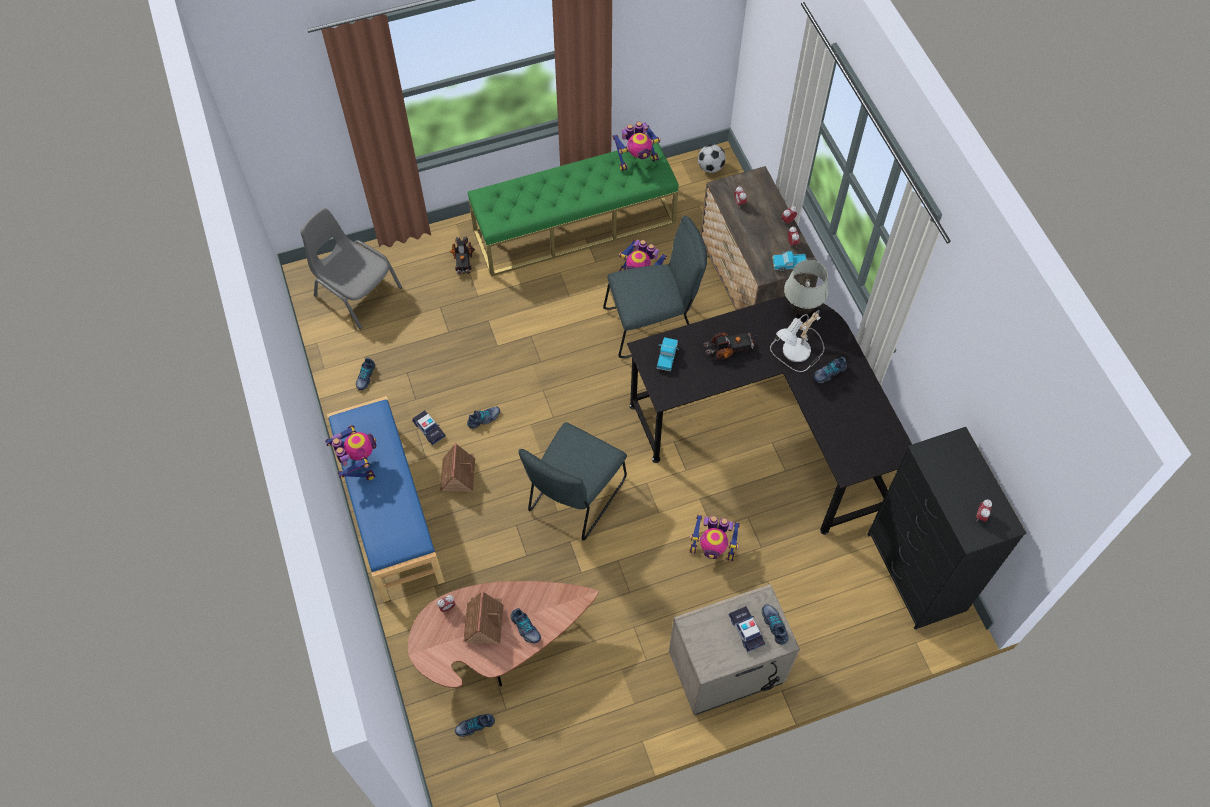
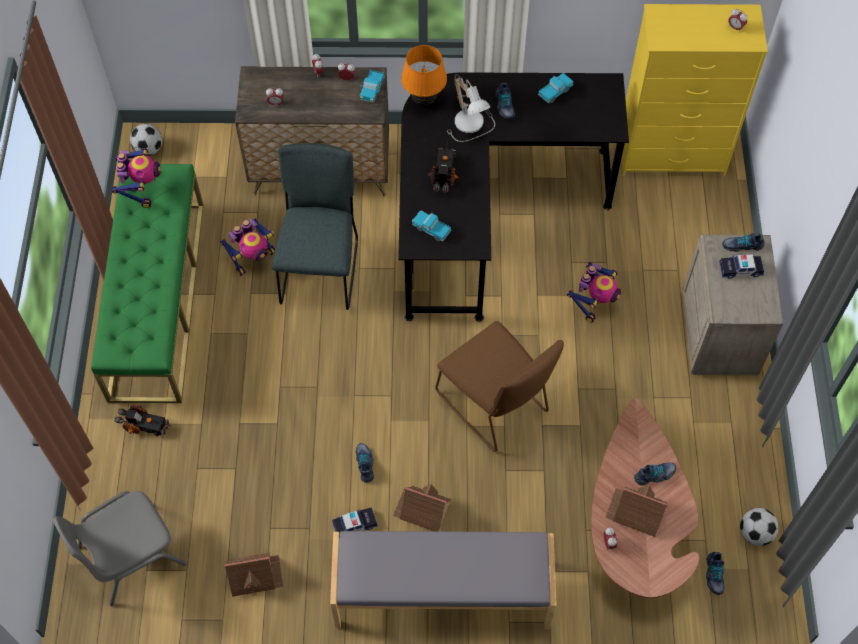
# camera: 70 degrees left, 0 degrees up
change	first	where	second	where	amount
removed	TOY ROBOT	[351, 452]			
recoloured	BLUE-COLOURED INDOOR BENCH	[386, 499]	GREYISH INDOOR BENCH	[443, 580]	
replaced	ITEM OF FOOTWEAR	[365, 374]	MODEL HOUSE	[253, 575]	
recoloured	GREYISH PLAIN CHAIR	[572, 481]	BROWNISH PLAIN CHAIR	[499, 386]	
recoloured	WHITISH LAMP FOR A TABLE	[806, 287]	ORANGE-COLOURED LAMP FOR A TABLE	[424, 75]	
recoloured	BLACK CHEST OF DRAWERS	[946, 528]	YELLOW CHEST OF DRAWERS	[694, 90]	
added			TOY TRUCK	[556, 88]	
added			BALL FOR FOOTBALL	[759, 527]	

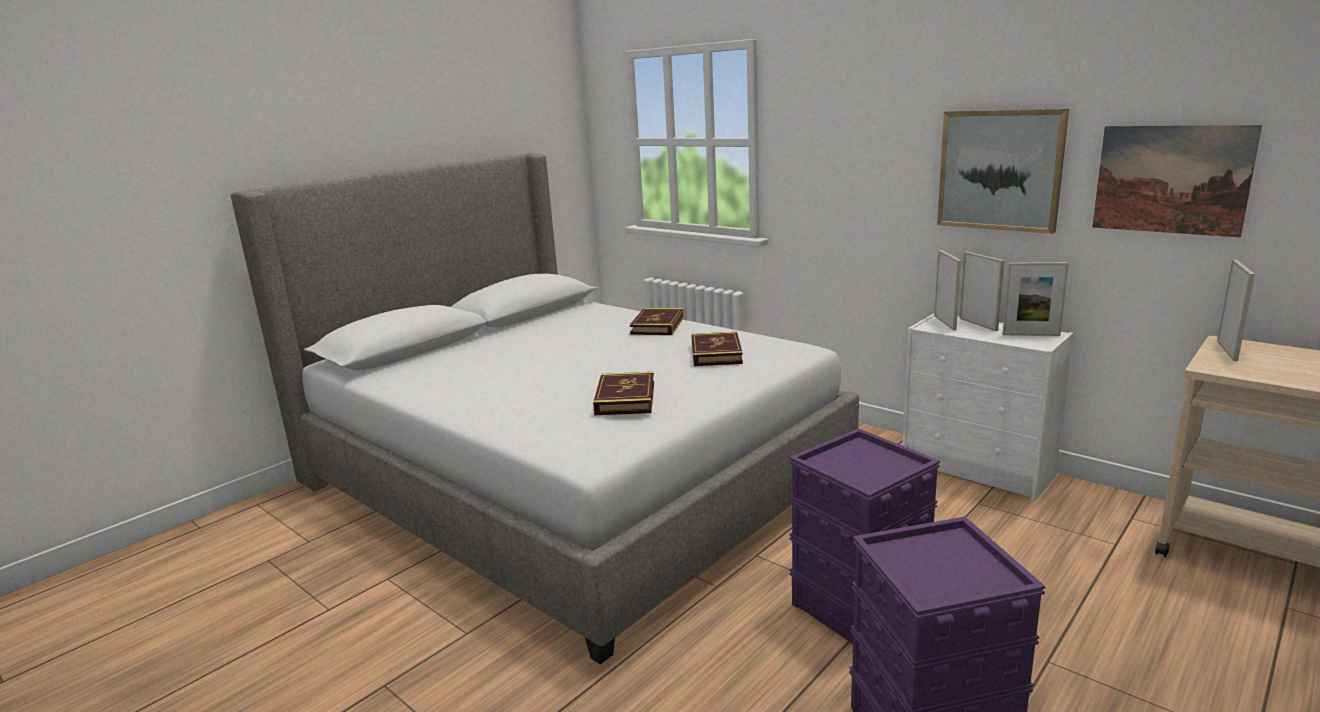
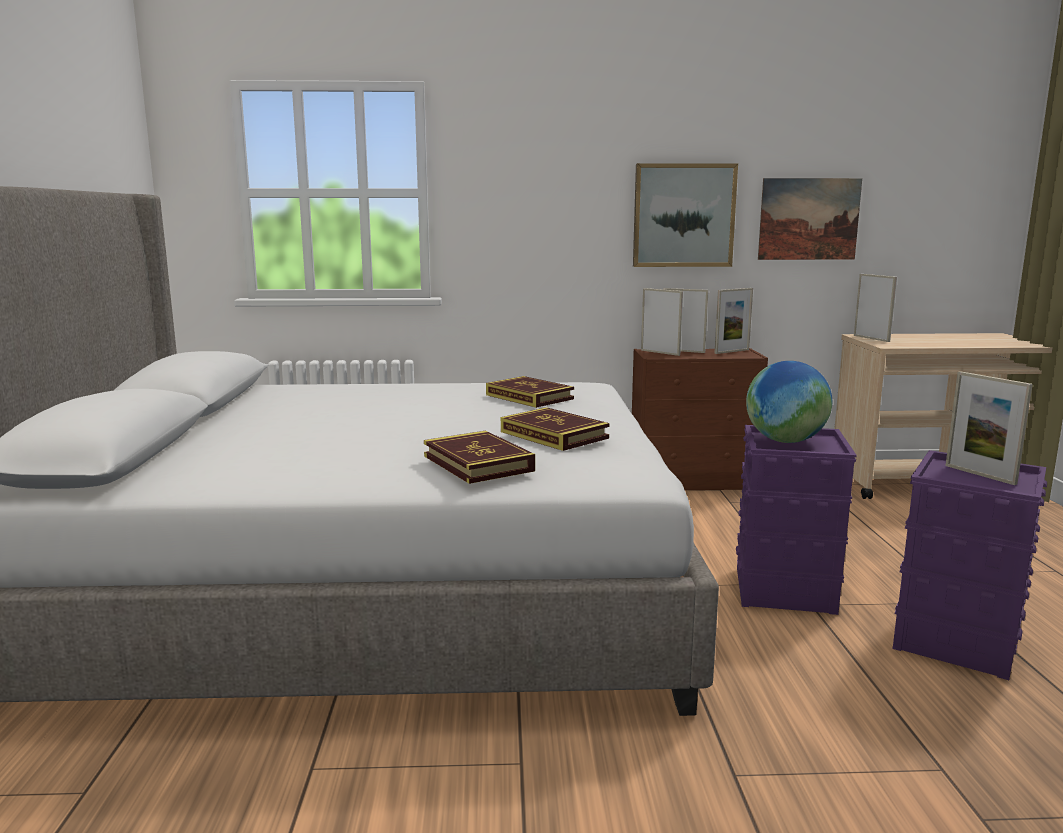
# camera: 45 degrees left, 5 degrees down
change	first	where	second	where	amount
moved	VOLUME	[657, 321]		[479, 457]	
recoloured	WHITISH CHEST OF DRAWERS	[987, 407]	BROWNISH CHEST OF DRAWERS	[700, 419]	
added			DESK GLOBE	[789, 402]	
added			PHOTO FRAME	[989, 428]	

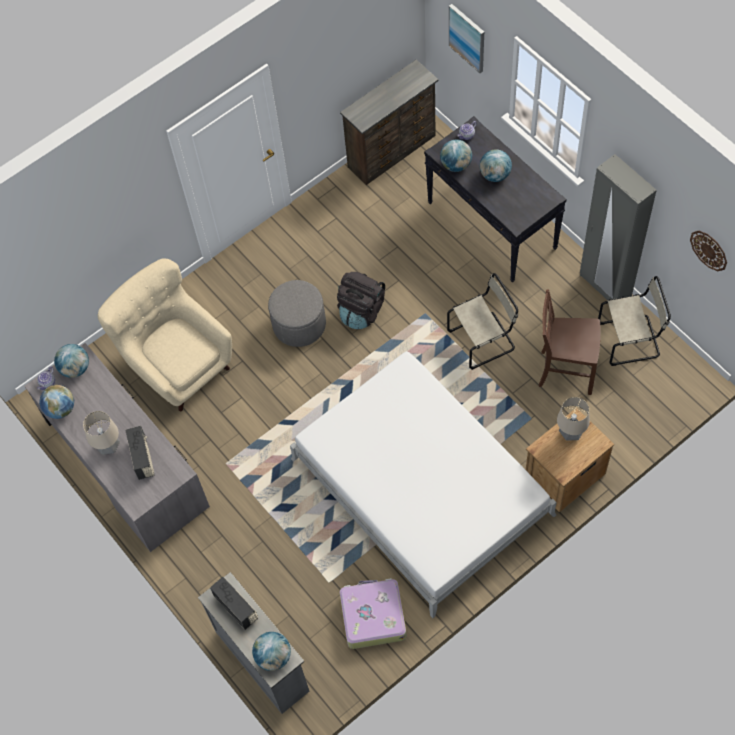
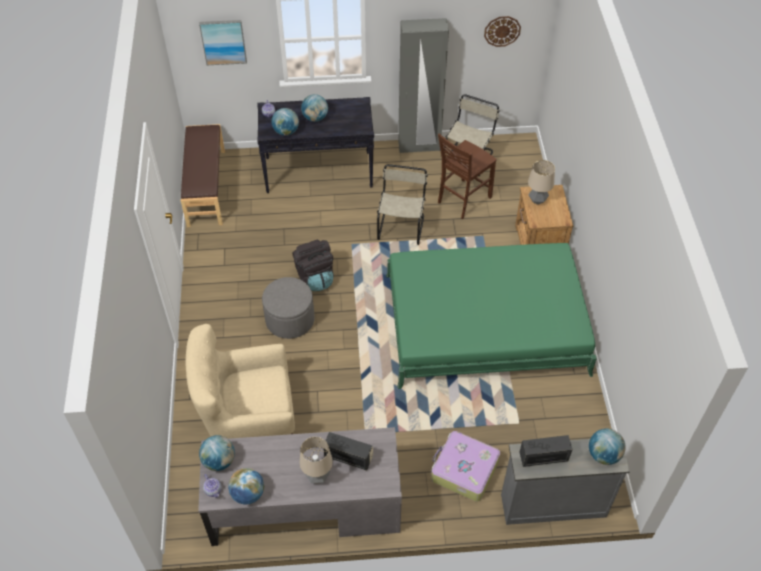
# camera: 60 degrees left, 10 degrees down
change	first	where	second	where	amount
recoloured	WHITISH SLEEPING BED	[423, 484]	GREEN SLEEPING BED	[491, 316]	
replaced	BROWNISH CHEST OF DRAWERS	[389, 122]	BROWNISH INDOOR BENCH	[203, 175]	
moved	TRAVEL CASE	[373, 613]		[465, 466]	

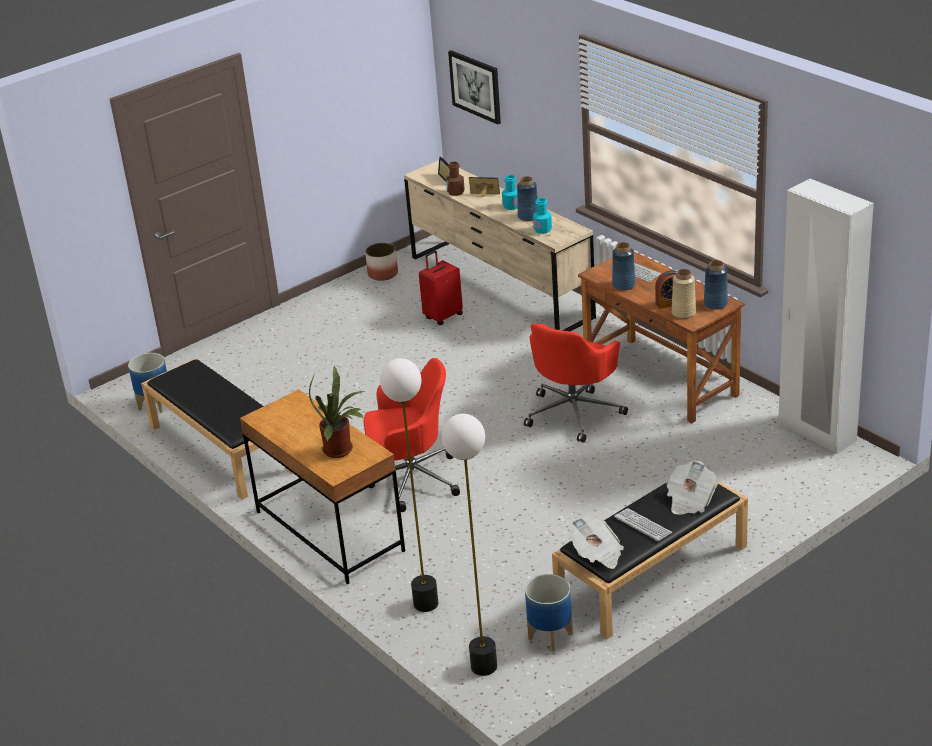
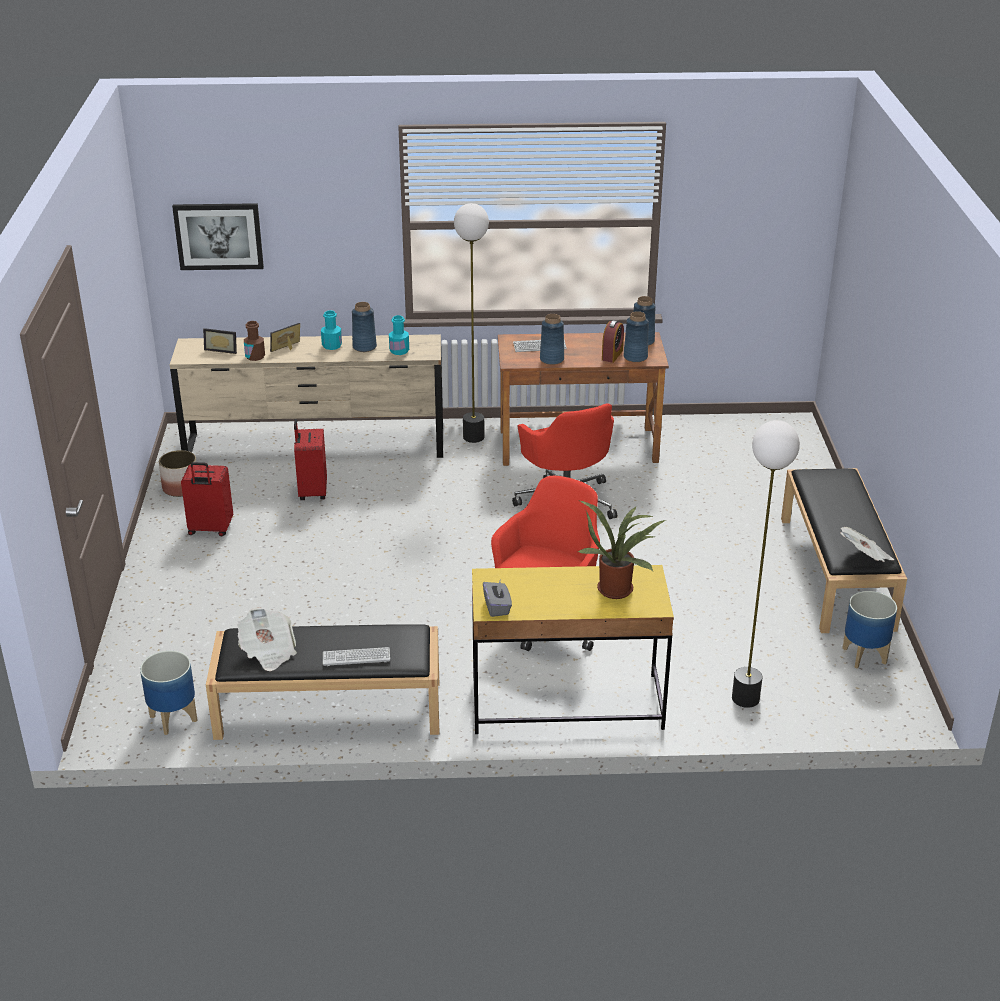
# camera: 55 degrees left, 0 degrees up
change	first	where	second	where	amount
recoloured	BROWNISH DESK TABLE	[322, 486]	YELLOW DESK TABLE	[573, 649]	
moved	FLOOR LAMP	[469, 545]		[471, 323]	
moved	KEYBOARD	[643, 524]		[356, 656]	
moved	NEWSPAPER	[692, 488]		[267, 639]	
recoloured	SAND-COLOURED VASE	[684, 294]	BLUE-COLOURED VASE	[636, 336]	
removed	WHITISH CLOTHES CUPBOARD	[826, 316]			
added			REDDISH TRAVEL CASE	[207, 499]	
added			GREYISH TISSUE BOX	[497, 599]	

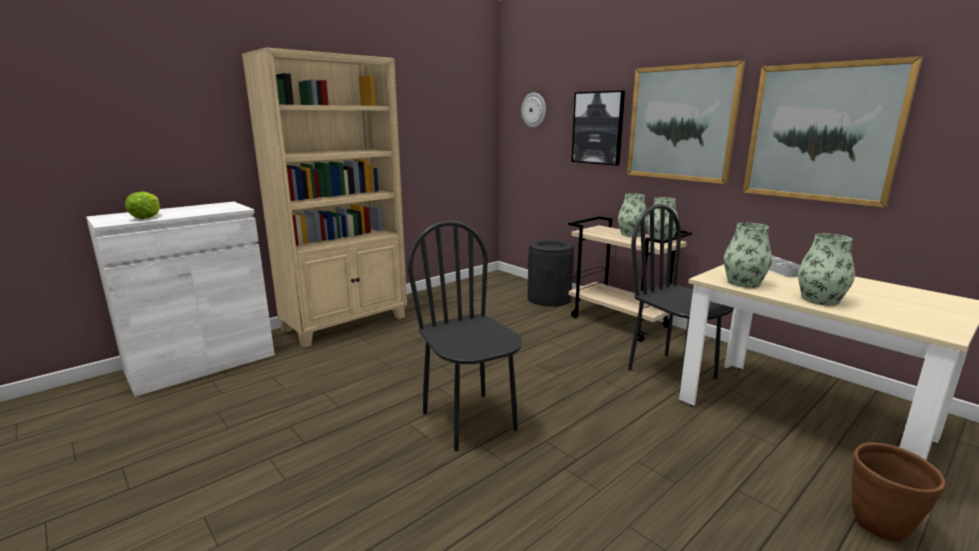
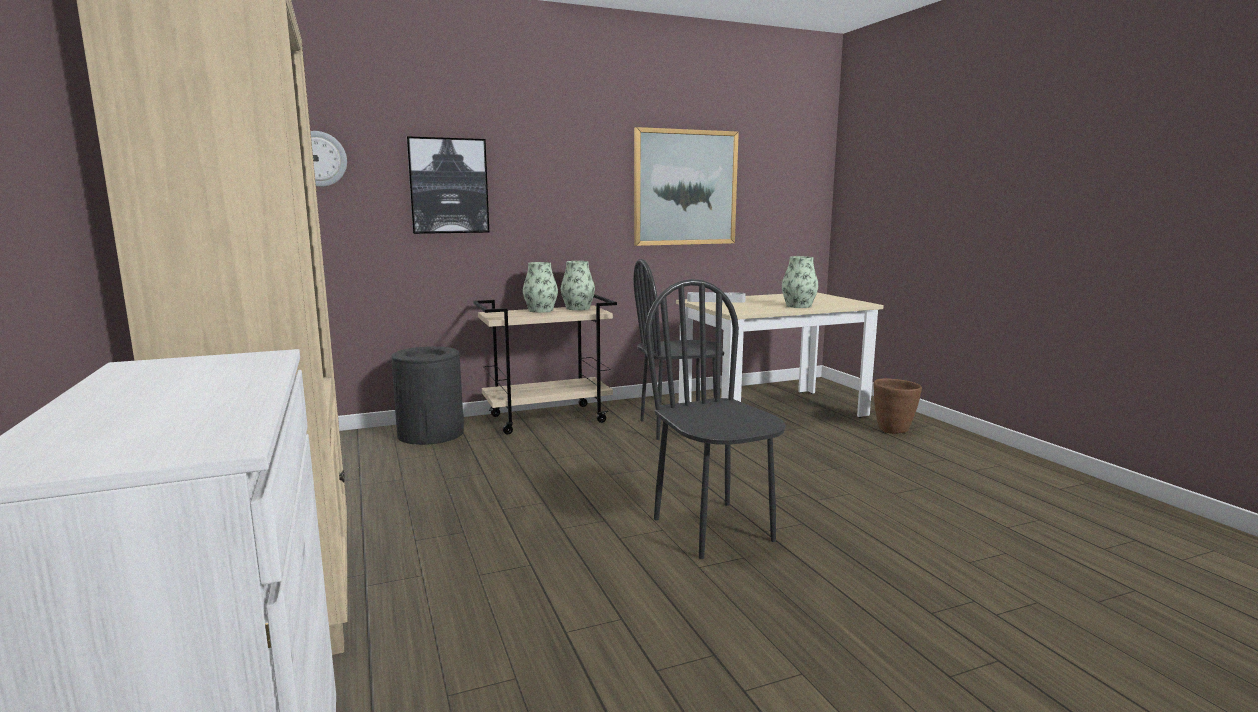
# camera: 70 degrees left, 5 degrees down
change	first	where	second	where	amount
removed	HEAD OF LETTUCE	[142, 205]			
turned	BLACK PLAIN CHAIR	[465, 336]		[715, 419]	75 degrees clockwise
removed	PICTURE	[686, 122]			
removed	VASE	[748, 255]			

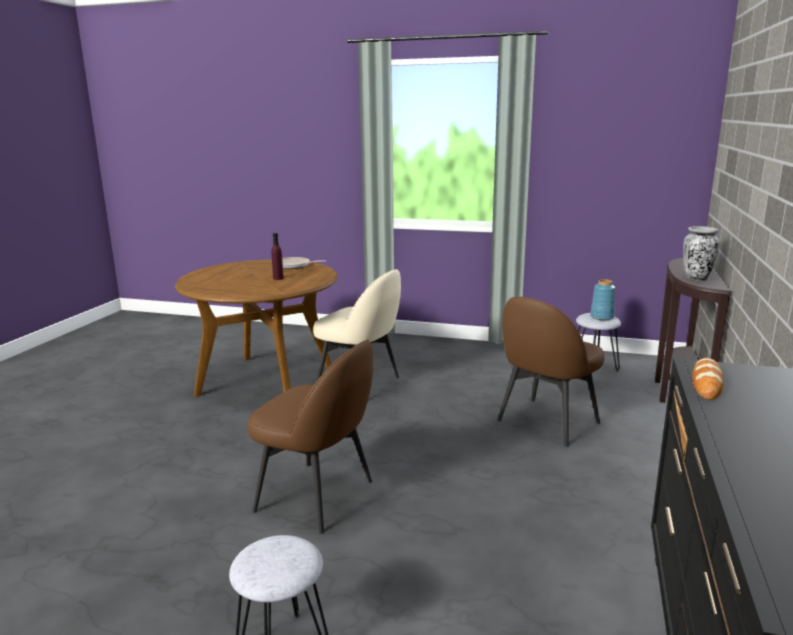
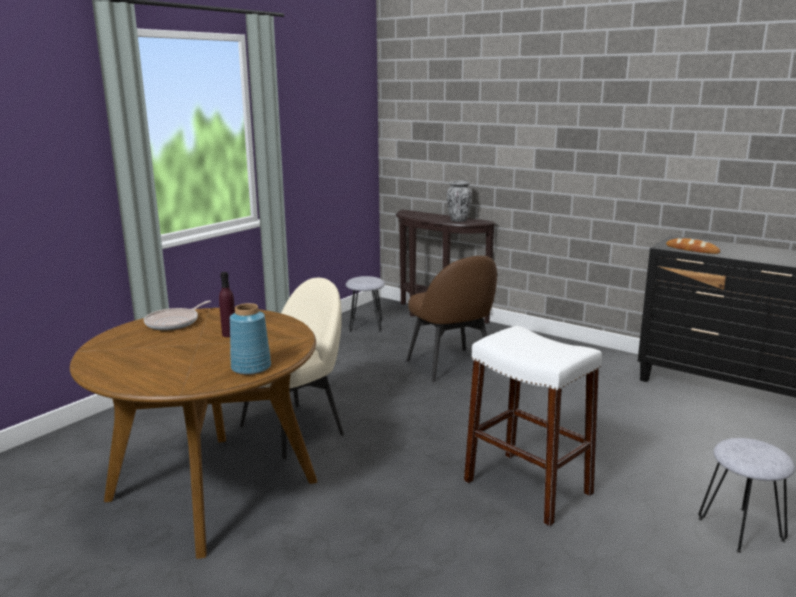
# camera: 70 degrees left, 0 degrees up
change	first	where	second	where	amount
replaced	BROWNISH PLAIN CHAIR	[310, 437]	WHITISH STOOL	[533, 426]	
moved	BLUE-COLOURED VASE	[602, 299]		[250, 339]	

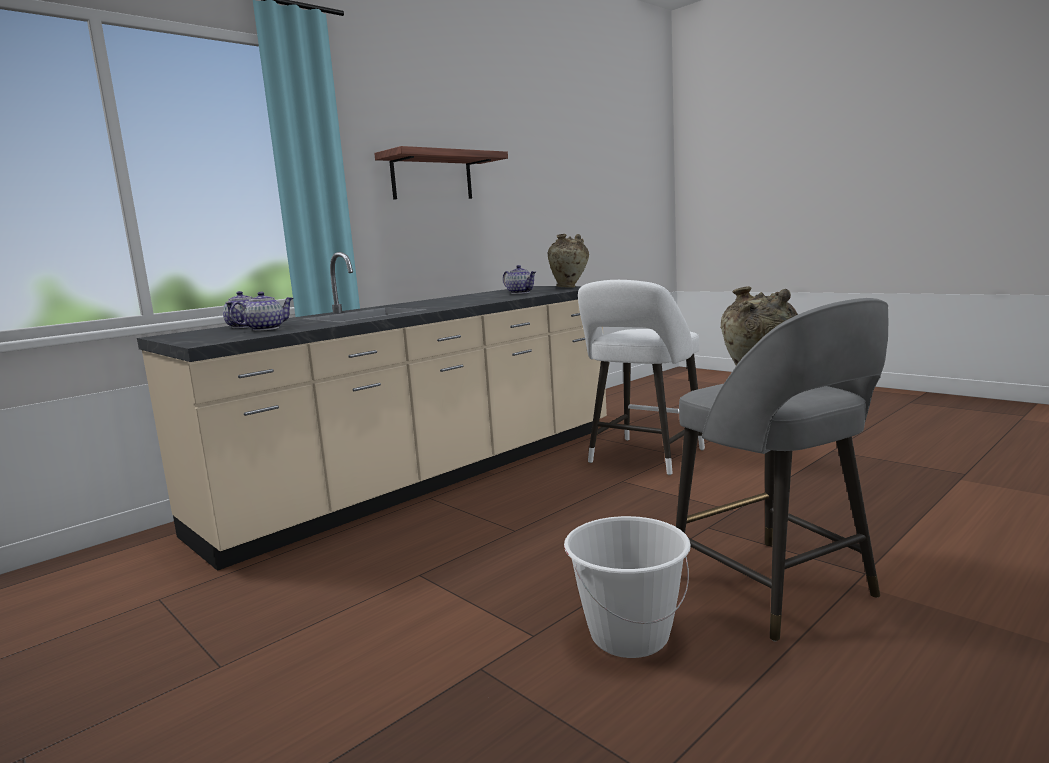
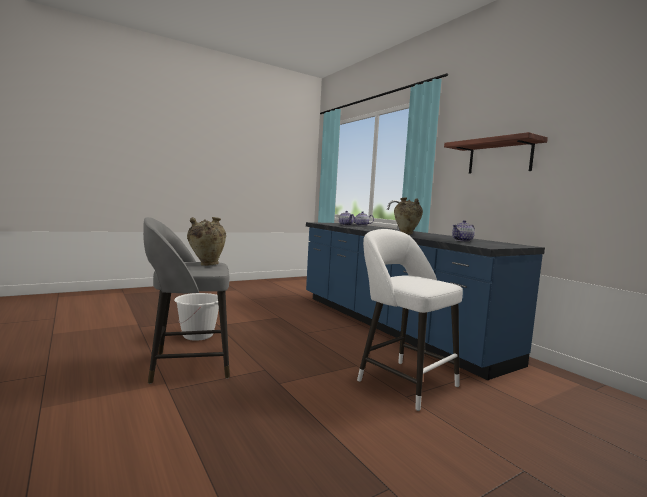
# camera: 100 degrees right, 5 degrees down
change	first	where	second	where	amount
recoloured	SAND-COLOURED COUNTER	[372, 411]	BLUE-COLOURED COUNTER	[425, 290]	
moved	SAND-COLOURED VASE	[568, 261]		[408, 216]	

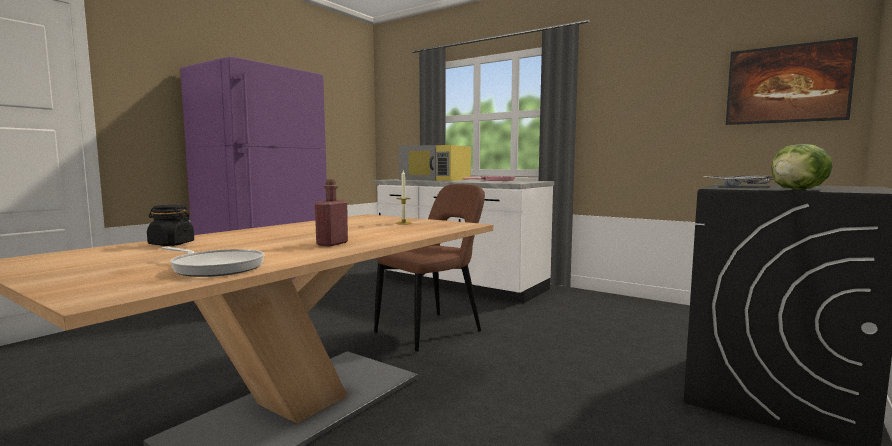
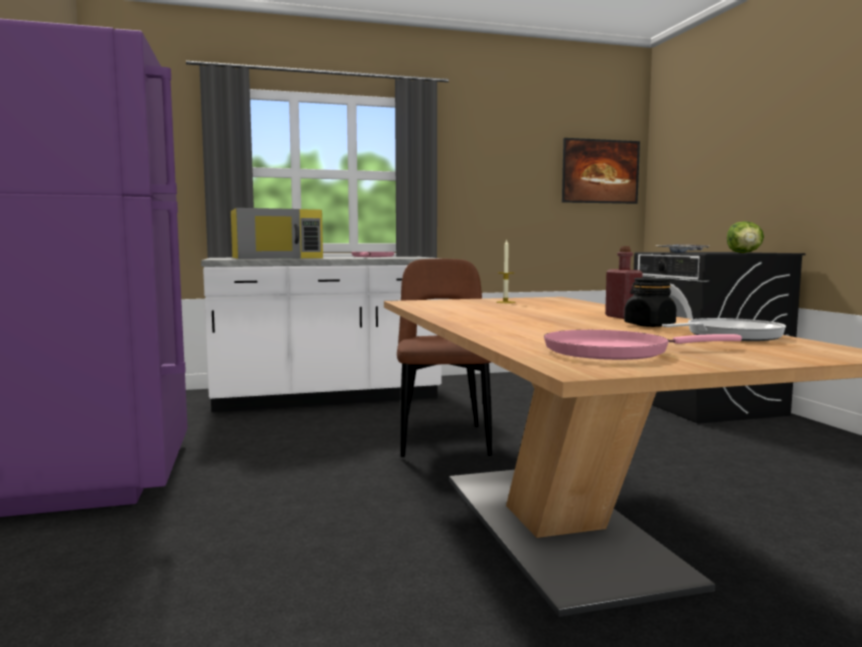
# camera: 50 degrees left, 0 degrees up
change	first	where	second	where	amount
moved	BLACK STORAGE JAR	[170, 225]		[650, 302]	
added			PINK FRYING PAN	[643, 345]	

